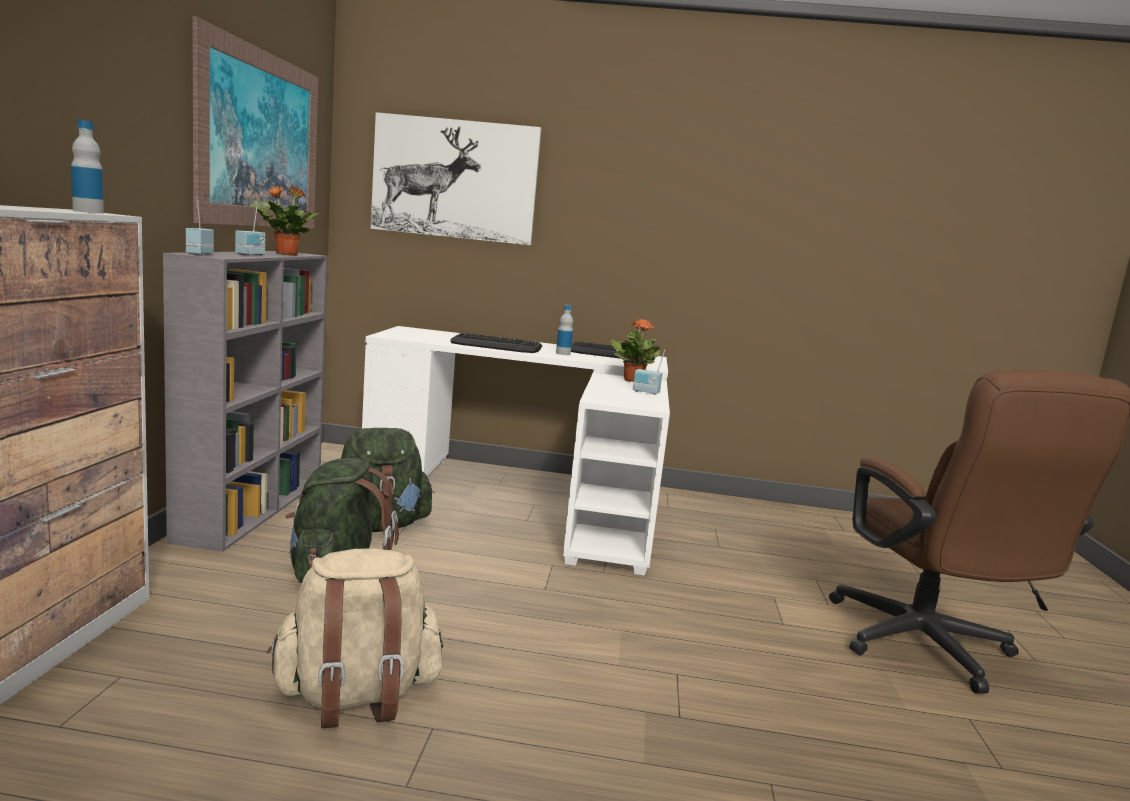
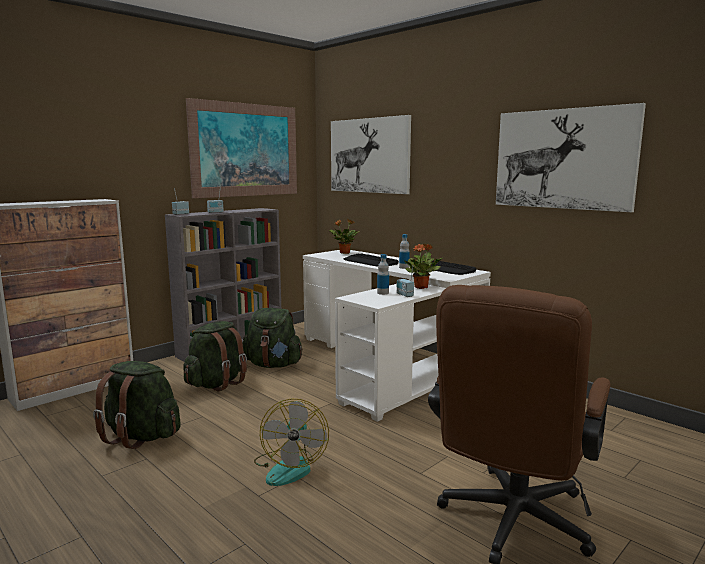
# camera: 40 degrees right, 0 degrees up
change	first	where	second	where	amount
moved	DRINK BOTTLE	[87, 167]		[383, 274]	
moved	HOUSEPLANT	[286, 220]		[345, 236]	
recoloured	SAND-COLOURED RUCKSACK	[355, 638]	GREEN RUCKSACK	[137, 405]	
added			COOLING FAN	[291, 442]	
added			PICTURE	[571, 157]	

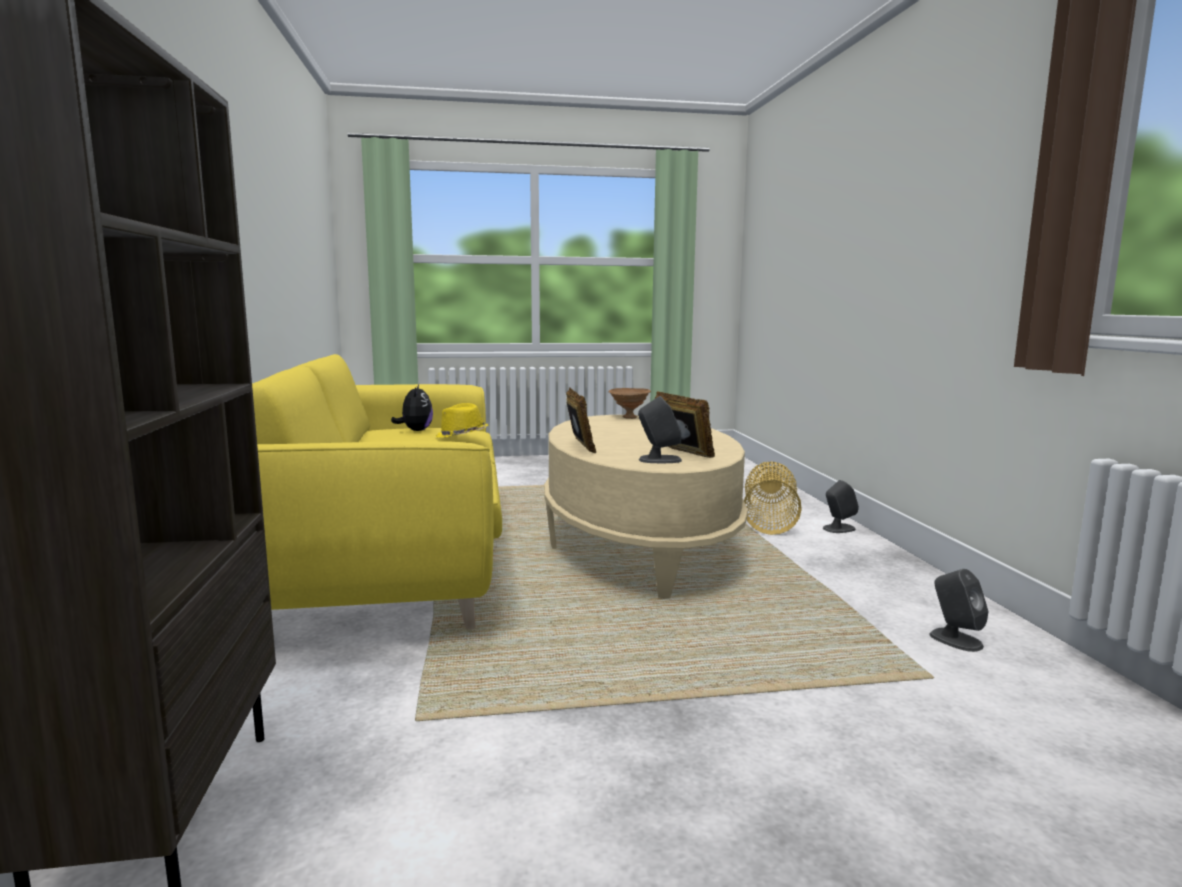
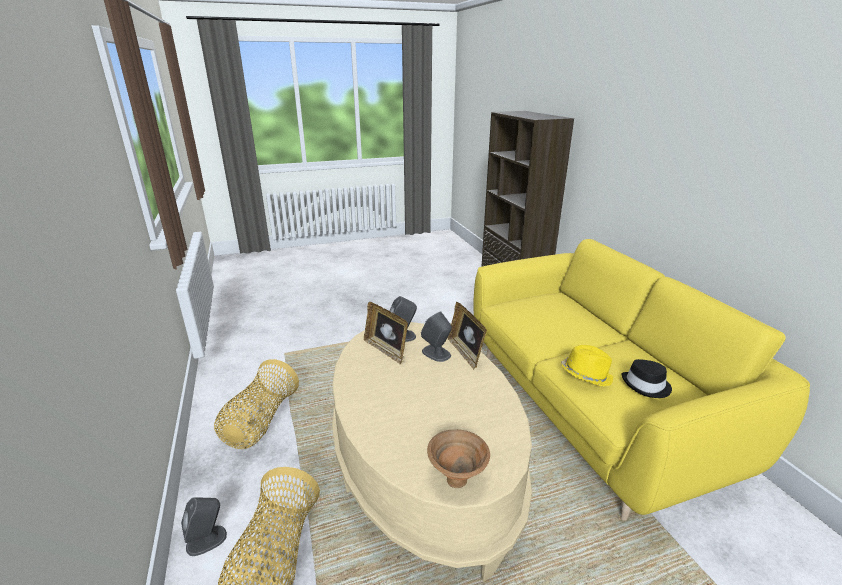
# camera: 170 degrees right, 15 degrees up
change	first	where	second	where	amount
replaced	SOFT TOY	[412, 407]	BLACK HAT	[647, 378]	
moved	GREYISH SPEAKER	[959, 610]		[436, 336]	
added			STORAGE BASKET	[256, 404]	

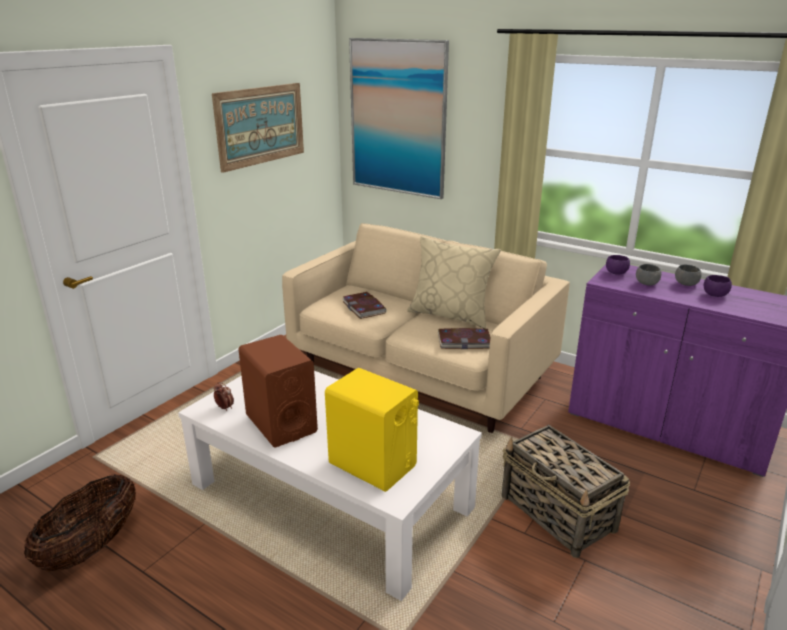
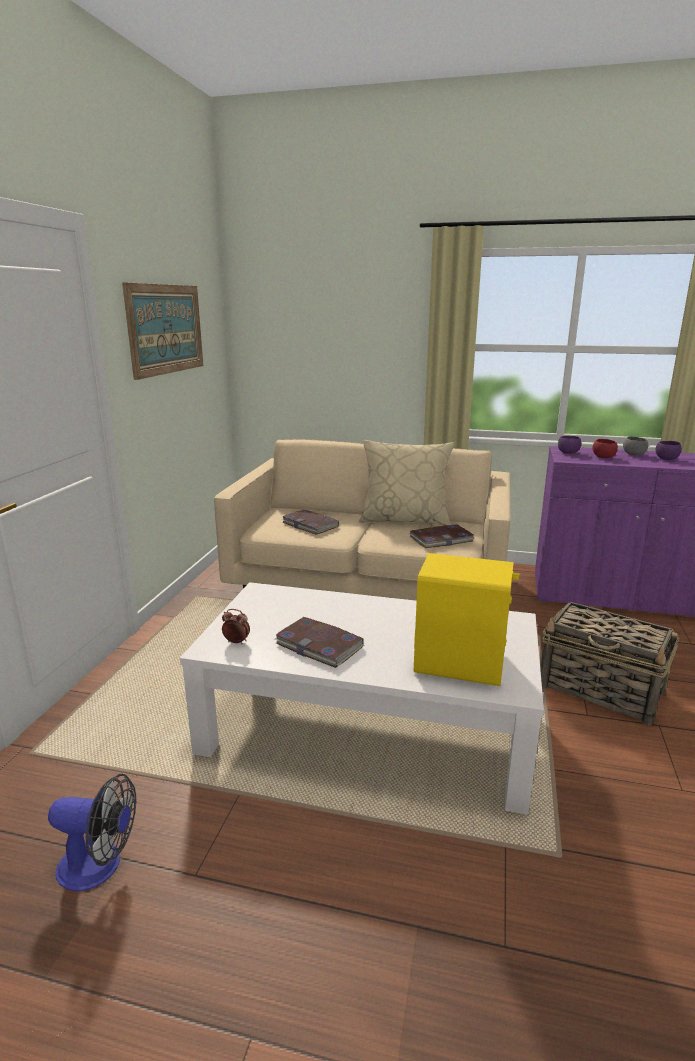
# camera: 20 degrees left, 5 degrees down
change	first	where	second	where	amount
replaced	STORAGE BASKET	[80, 523]	COOLING FAN	[92, 833]	
replaced	BROWNISH SPEAKER	[278, 391]	VOLUME	[319, 642]	
removed	PICTURE	[399, 118]			
recoloured	GREYISH DEEP DISH	[648, 274]	REDDISH DEEP DISH	[605, 448]	

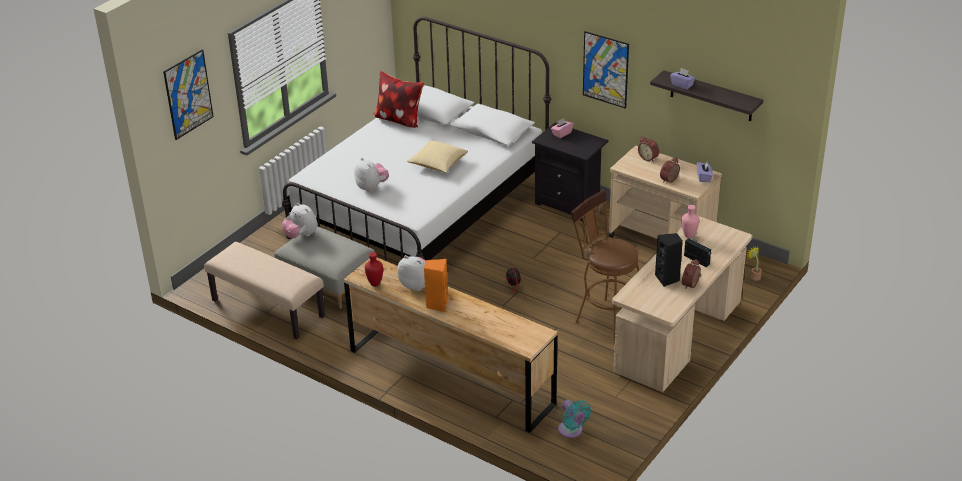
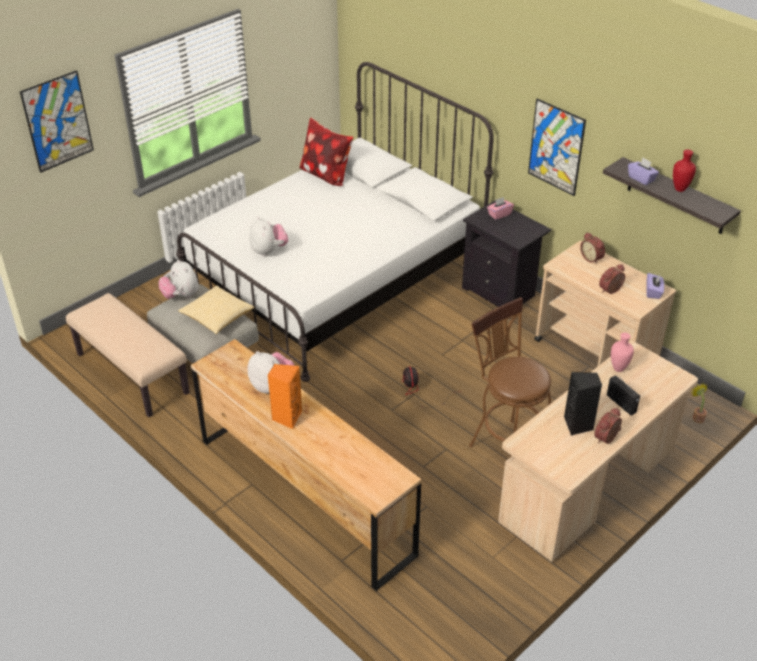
# camera: 10 degrees right, 5 degrees up
change	first	where	second	where	amount
moved	REDDISH VASE	[374, 269]		[684, 170]	
moved	THROW PILLOW	[437, 156]		[216, 310]	
removed	BLUE-GREEN COOLING FAN	[574, 419]			

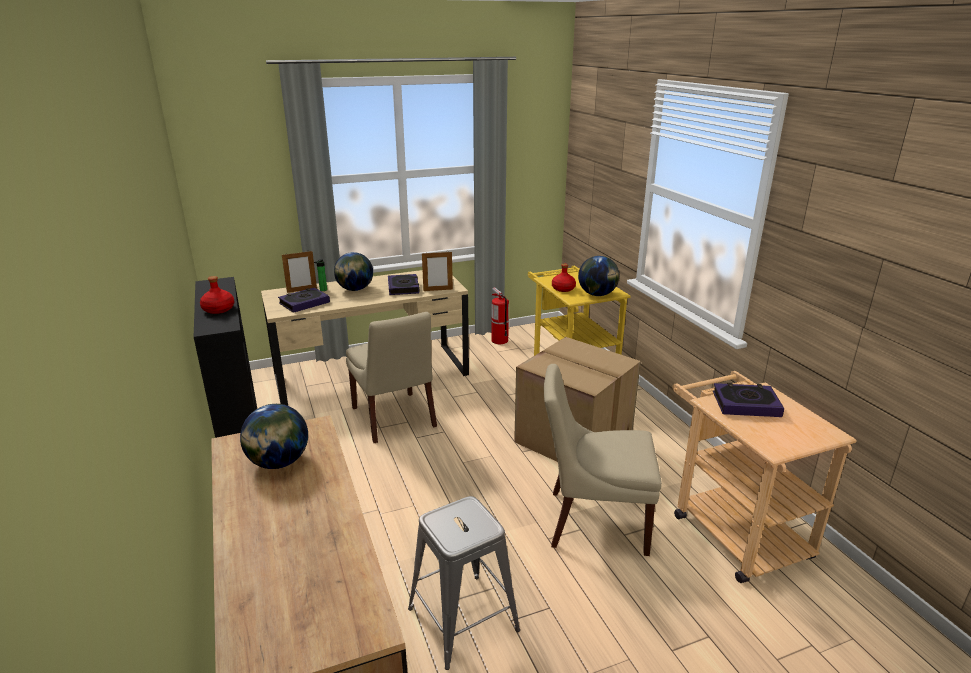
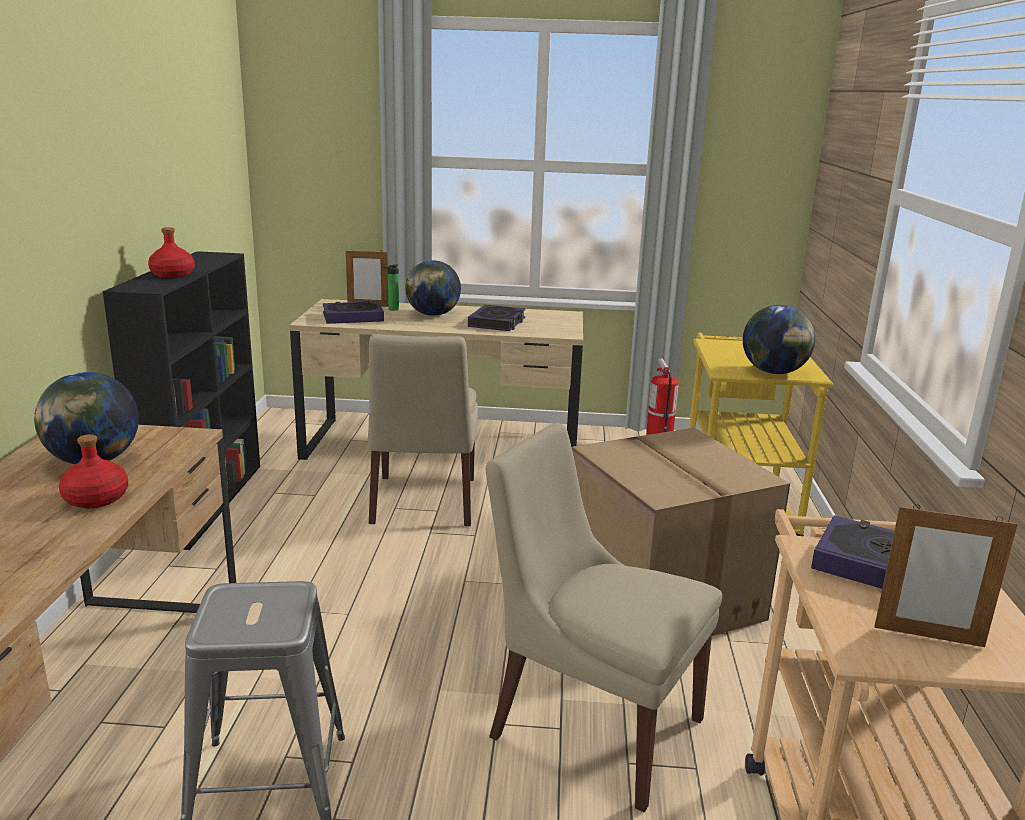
# camera: 25 degrees right, 5 degrees down
change	first	where	second	where	amount
moved	PHOTO FRAME	[437, 271]		[946, 575]	
moved	REDDISH DRINK BOTTLE	[564, 278]		[93, 471]	

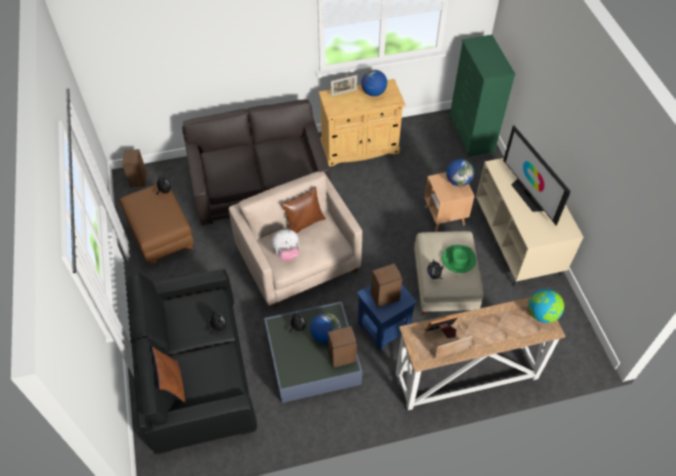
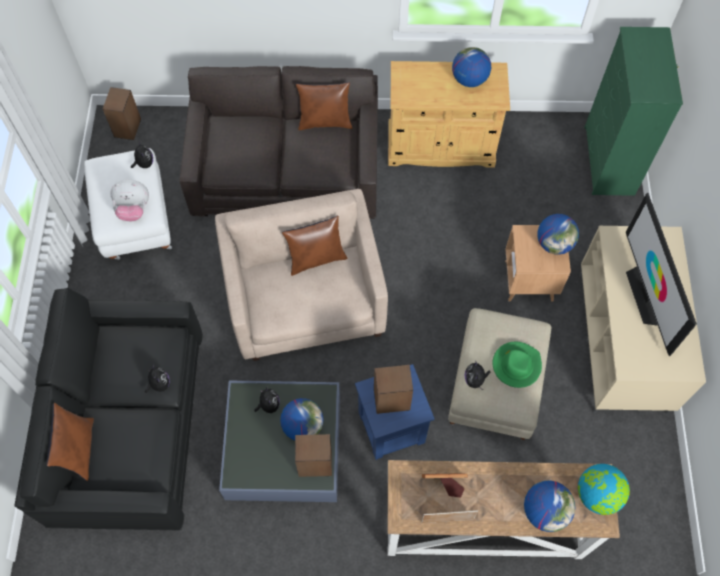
# camera: 15 degrees right, 10 degrees up
change	first	where	second	where	amount
recoloured	BROWNISH POUFFE	[157, 224]	WHITISH POUFFE	[128, 204]	
moved	SOFT TOY	[285, 245]		[129, 200]	
removed	PHOTO FRAME	[344, 85]			
added			BROWNISH THROW PILLOW	[324, 106]	
added			DESK GLOBE	[549, 506]	

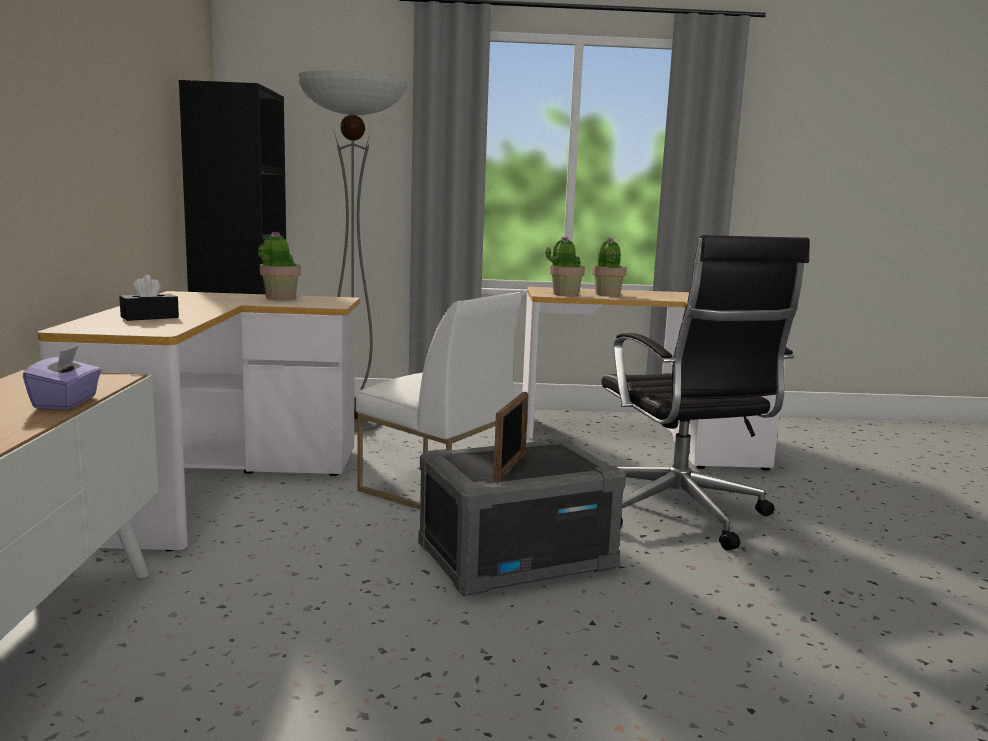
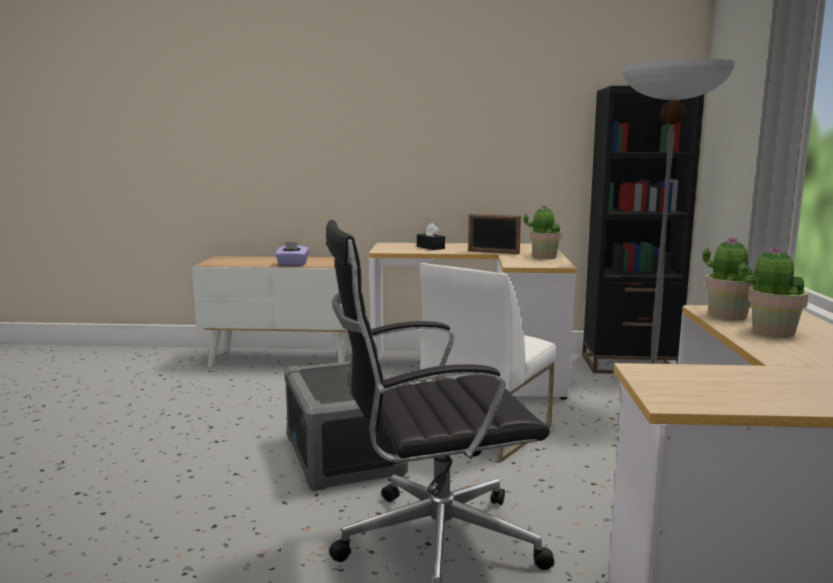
# camera: 95 degrees right, 0 degrees up
change	first	where	second	where	amount
moved	PHOTO FRAME	[510, 437]		[494, 234]	

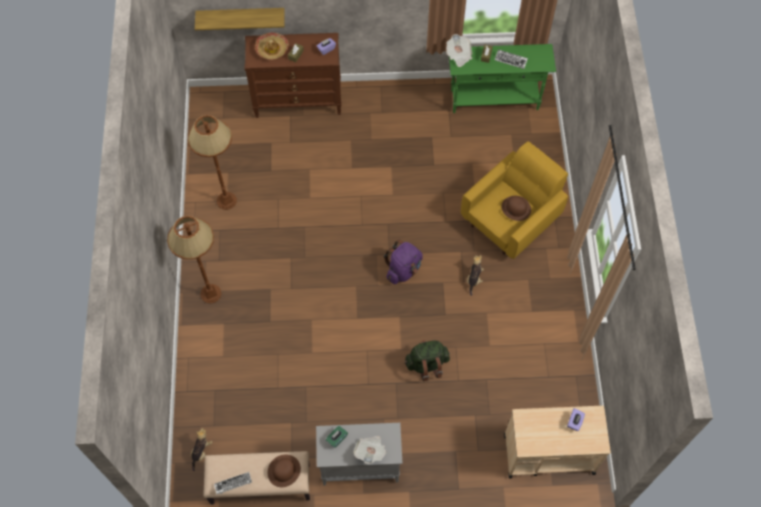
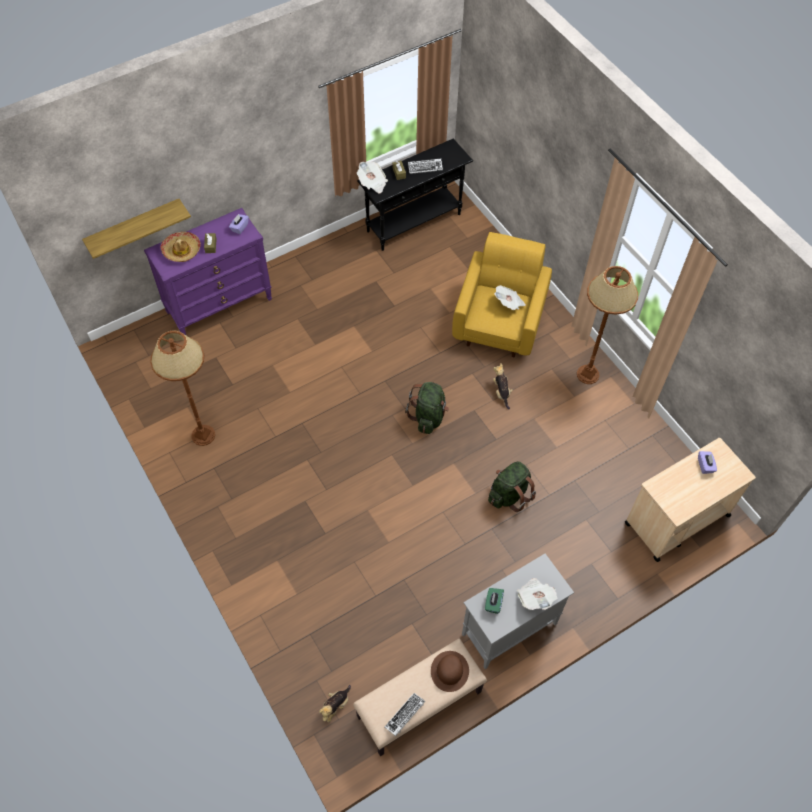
# camera: 30 degrees left, 5 degrees down
change	first	where	second	where	amount
moved	BROWNISH FLOOR LAMP	[194, 259]		[607, 325]	
turned	SOFT TOY	[201, 449]		[335, 703]	135 degrees counterclockwise
recoloured	BROWNISH CHEST OF DRAWERS	[293, 75]	PURPLISH CHEST OF DRAWERS	[208, 271]	
recoloured	PURPLISH RUCKSACK	[403, 261]	GREEN RUCKSACK	[427, 408]	
recoloured	GREEN NARROW TABLE	[502, 78]	BLACK NARROW TABLE	[415, 195]	
replaced	BROWNISH HAT	[516, 208]	NEWSPAPER	[510, 297]	

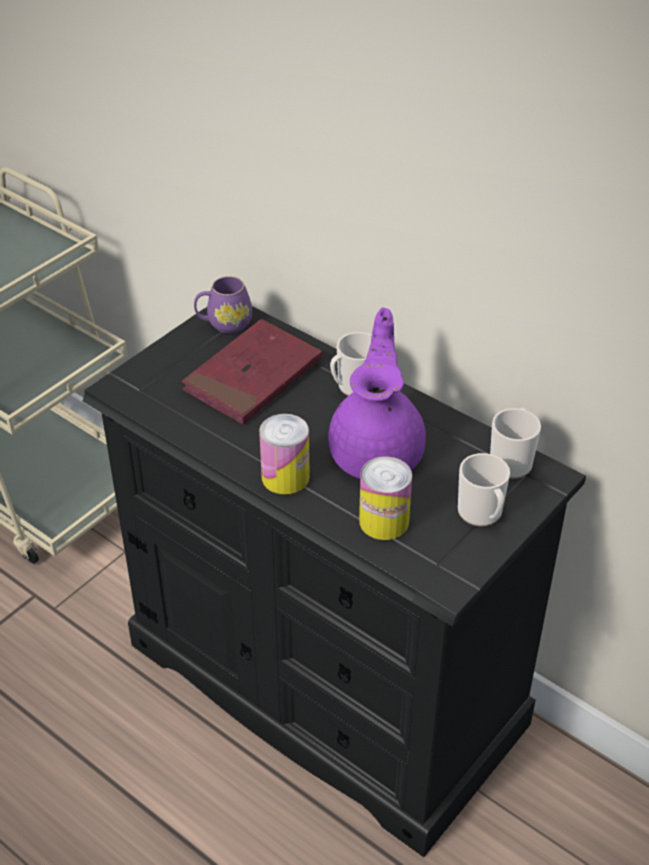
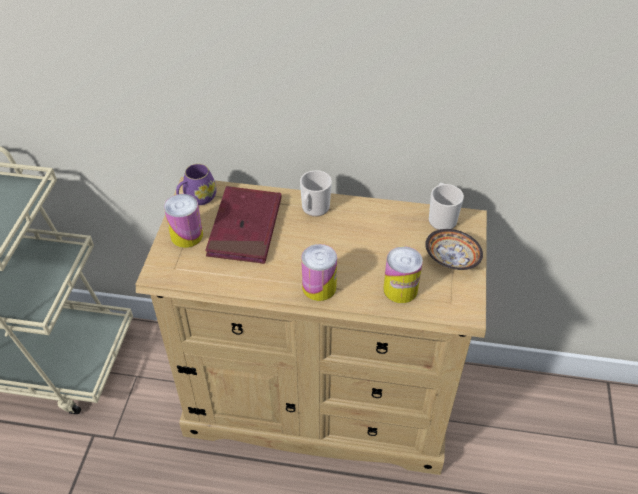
# camera: 30 degrees left, 5 degrees up
change	first	where	second	where	amount
recoloured	BLACK CHEST OF DRAWERS	[334, 581]	SAND-COLOURED CHEST OF DRAWERS	[311, 326]	
removed	PURPLISH TEA POT	[377, 393]			
replaced	TEA MUG	[484, 489]	DEEP DISH	[454, 249]	
added			SEALED CAN	[183, 221]	

